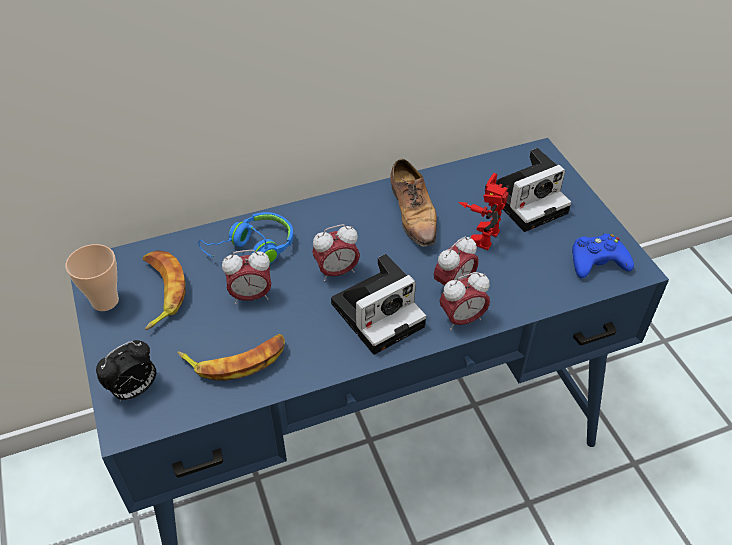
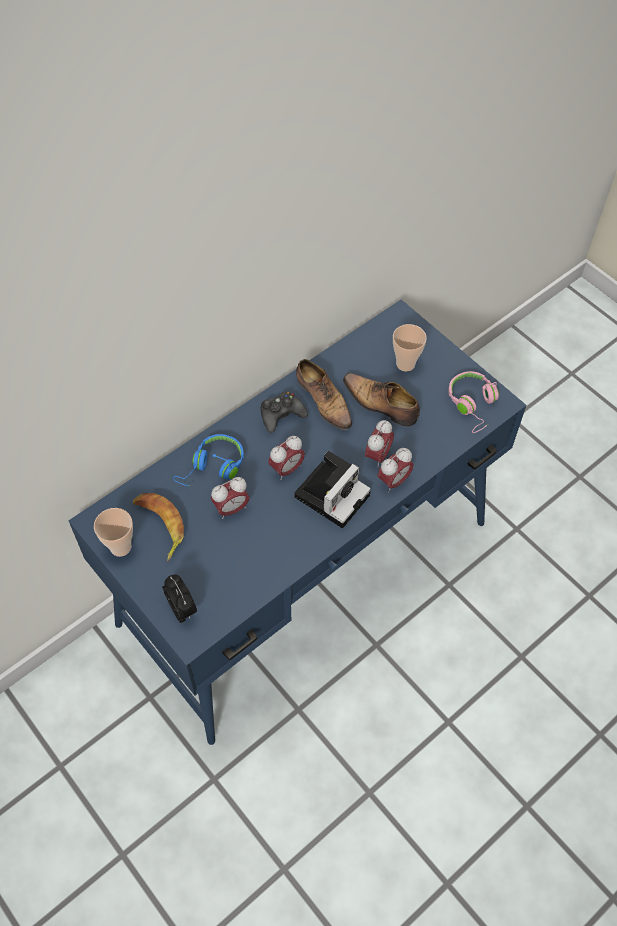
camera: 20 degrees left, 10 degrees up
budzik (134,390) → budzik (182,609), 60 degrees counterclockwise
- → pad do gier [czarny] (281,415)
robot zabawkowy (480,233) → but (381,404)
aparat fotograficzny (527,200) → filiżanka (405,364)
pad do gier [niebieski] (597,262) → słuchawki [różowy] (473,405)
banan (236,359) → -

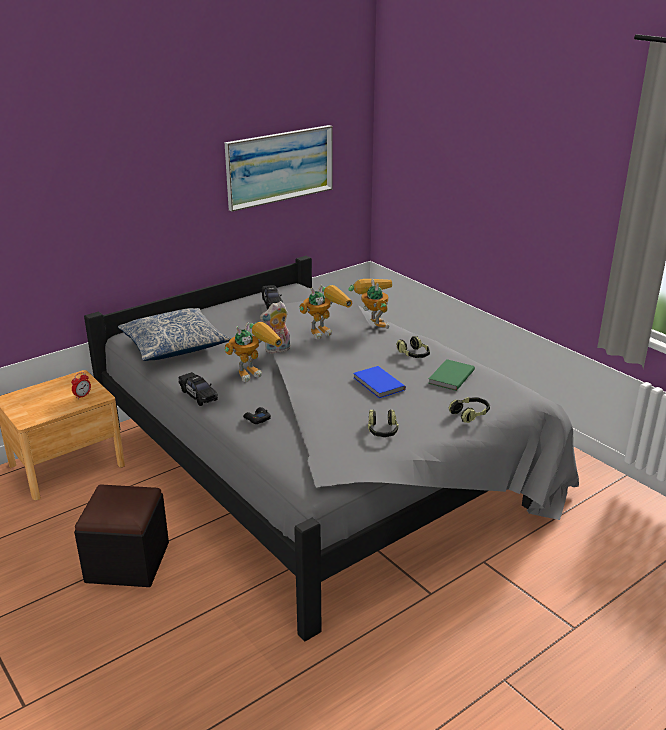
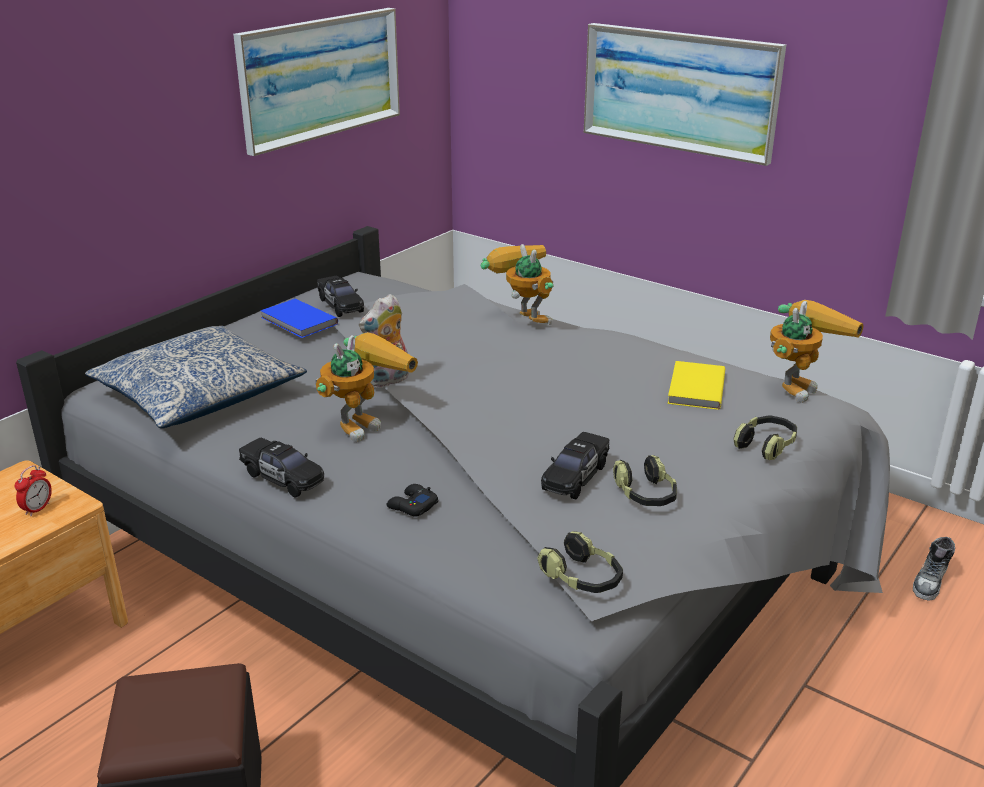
camera: 15 degrees left, 0 degrees up
książka [niebieski] (378,384) → książka [niebieski] (298,321), move
słuchawki (414,355) → słuchawki (582,578), move
- → samochodzik [czarny] (575,477)
- → obraz (679,91)
książka [zielony] (450,377) → książka [żółty] (694,388)
robot zabawkowy (325,331) → robot zabawkowy (798,385), move
- → but (930,581)

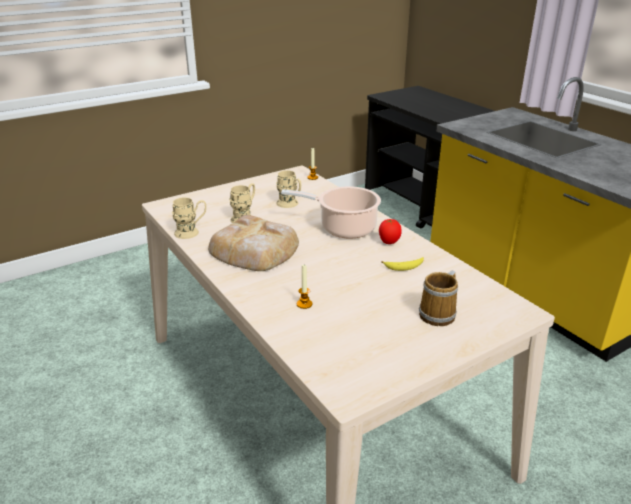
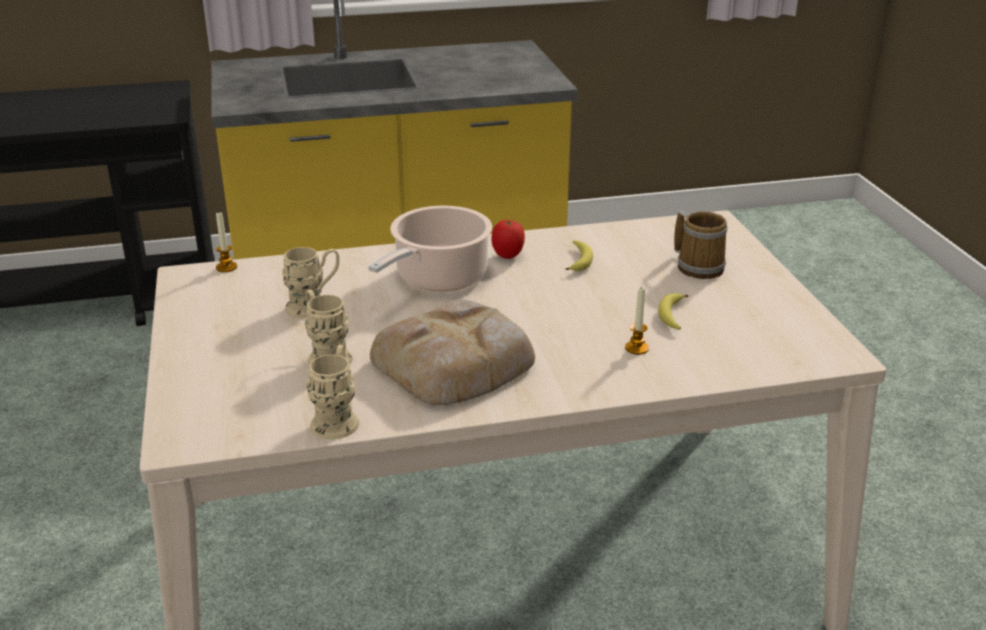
camera: 70 degrees left, 0 degrees up
- → banan (672,316)

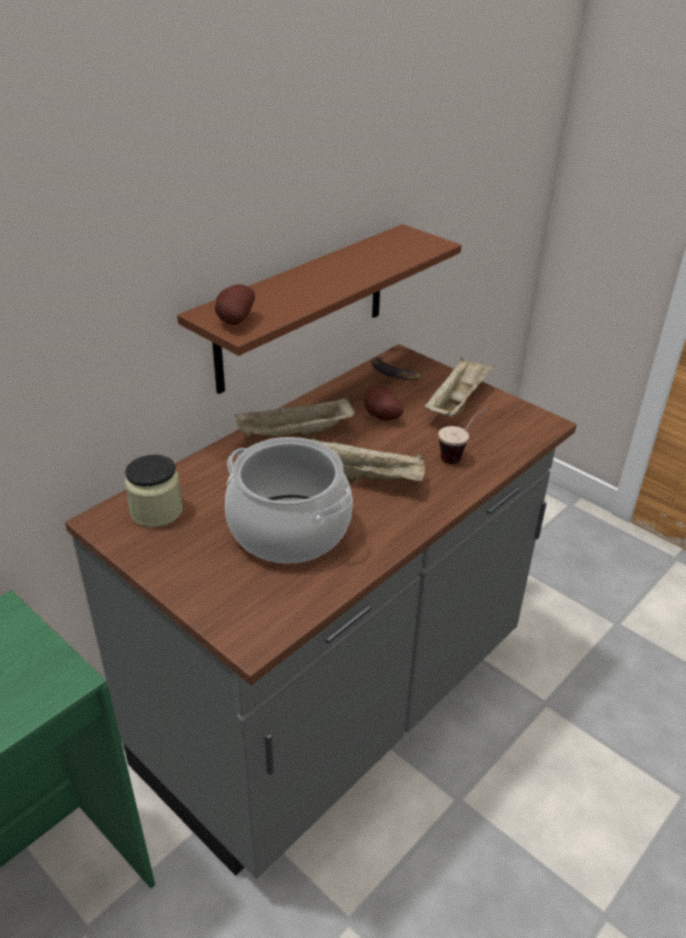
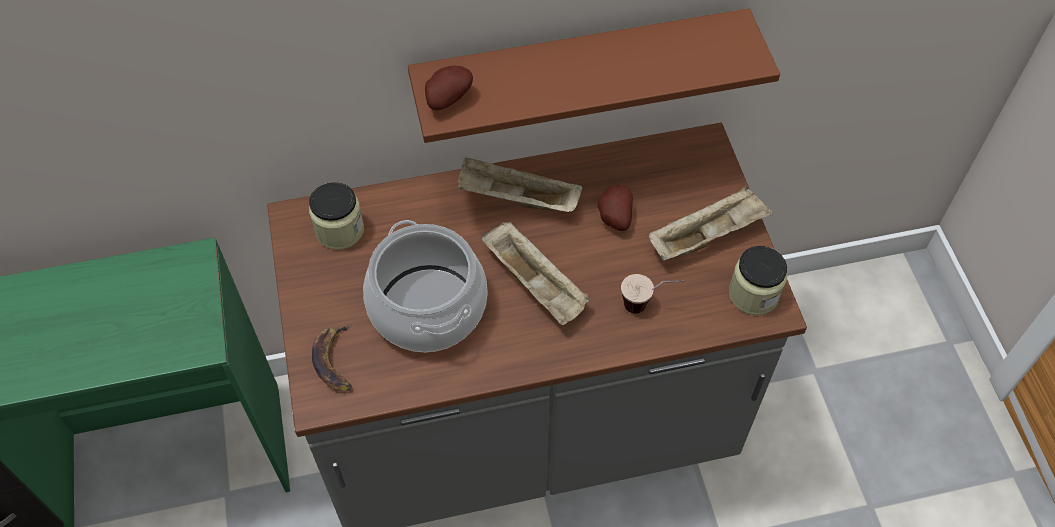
camera: 35 degrees right, 20 degrees up
banan (393,372) → banan (335,361), move
- → słoik (753,294)

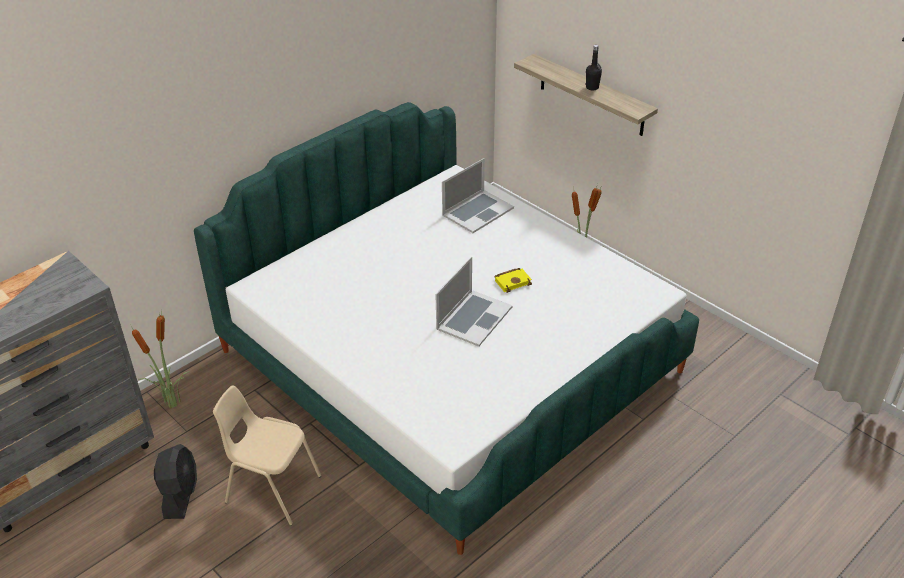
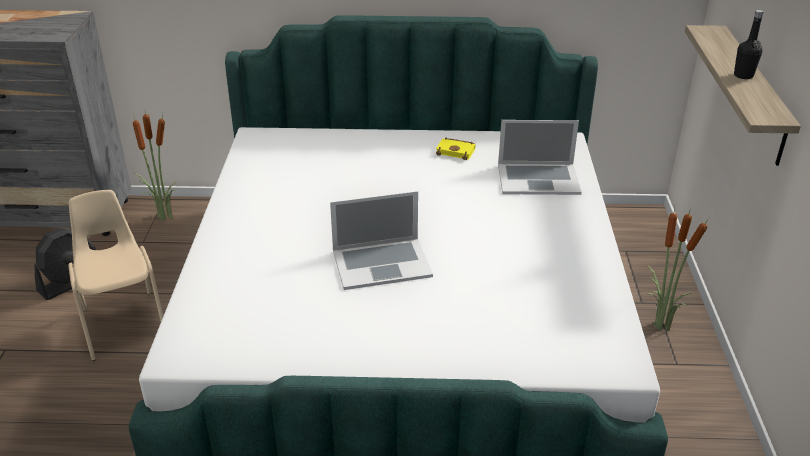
camera: 45 degrees right, 5 degrees down
książka [żółty] (513,281) → książka [żółty] (457,151), move

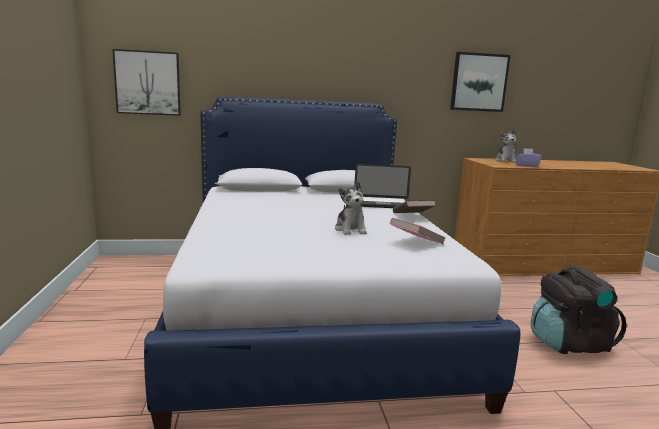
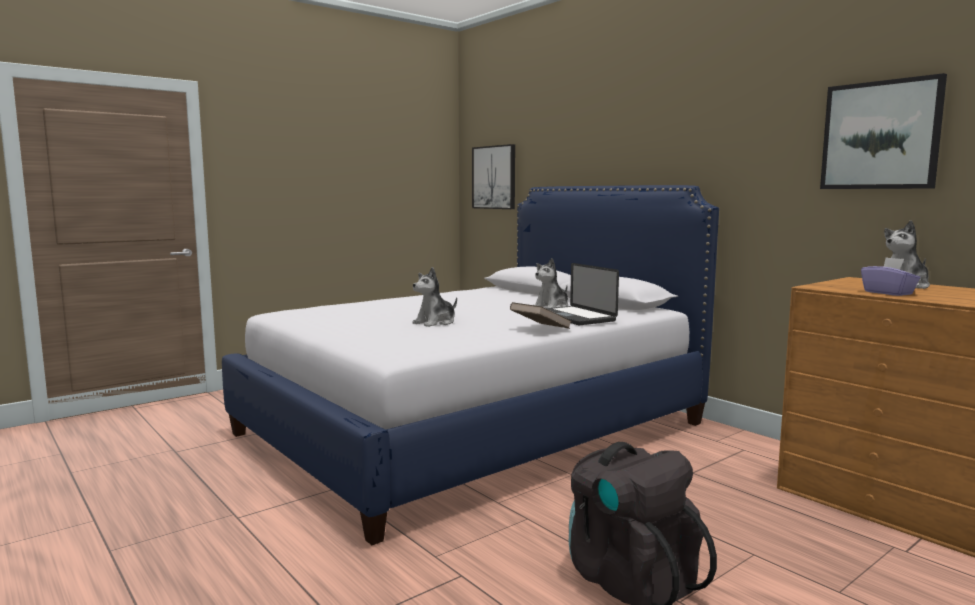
camera: 60 degrees right, 5 degrees down
- → pluszak (552,307)
książka [różowy] (416,243) → -

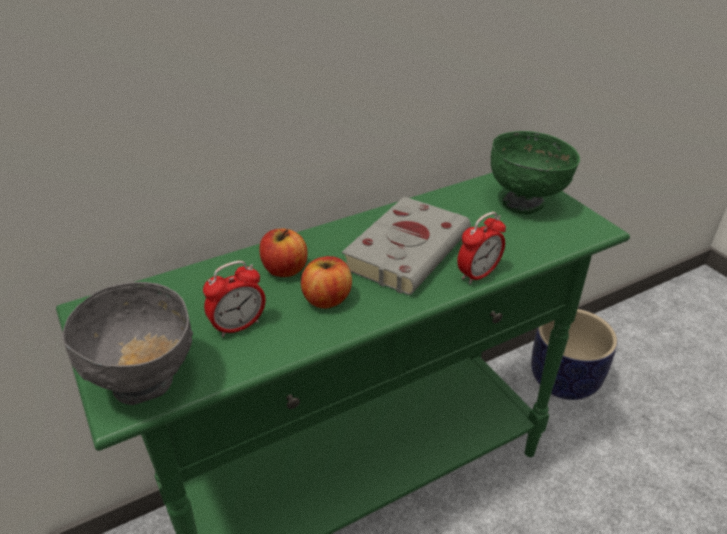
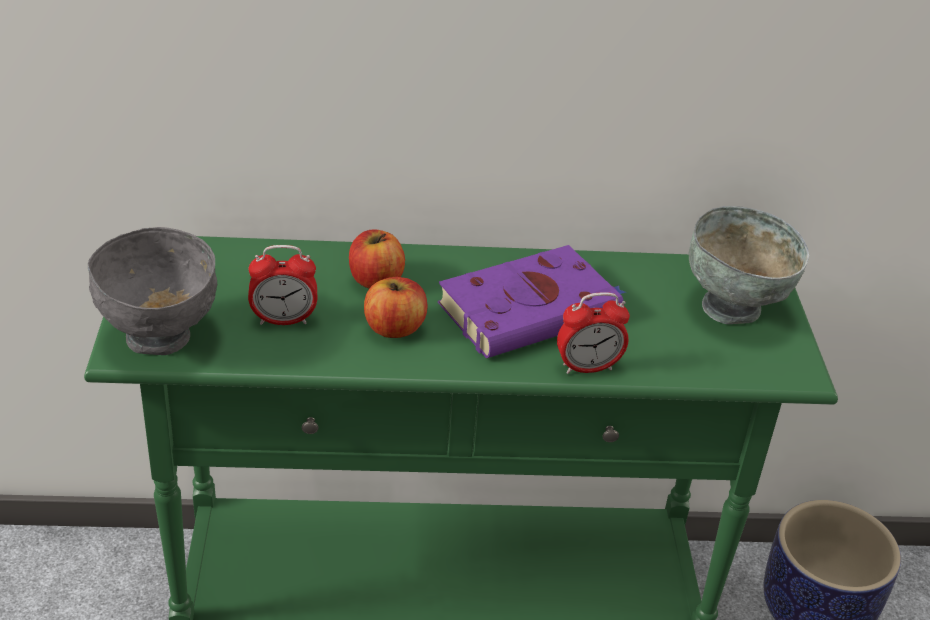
camera: 25 degrees right, 0 degrees up
książka [szary] (408,249) → książka [fioletowy] (533,309)
miska [zielony] (524,203) → miska [szary] (733,308)

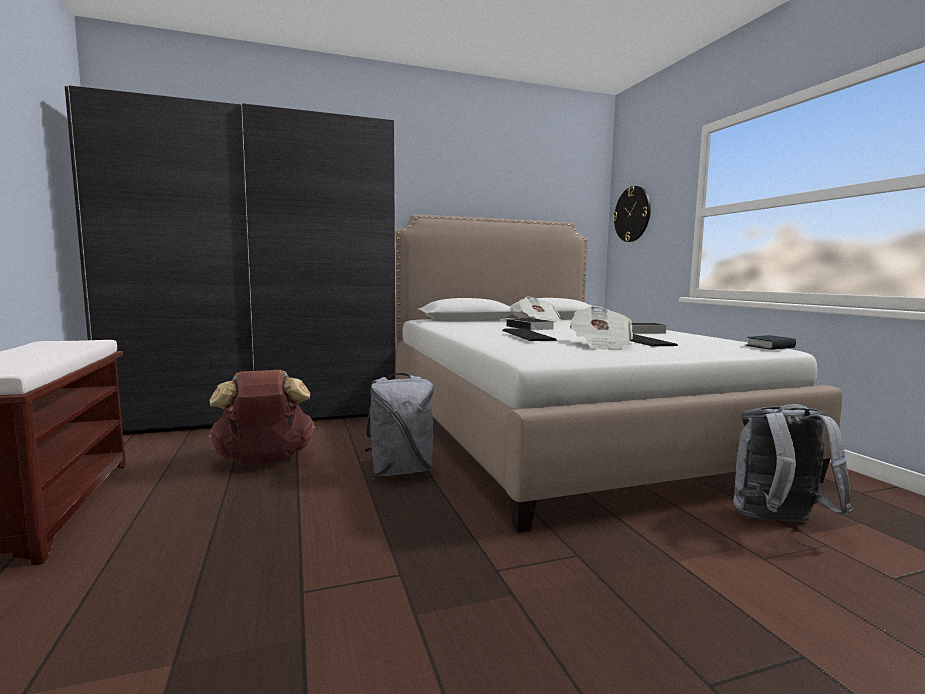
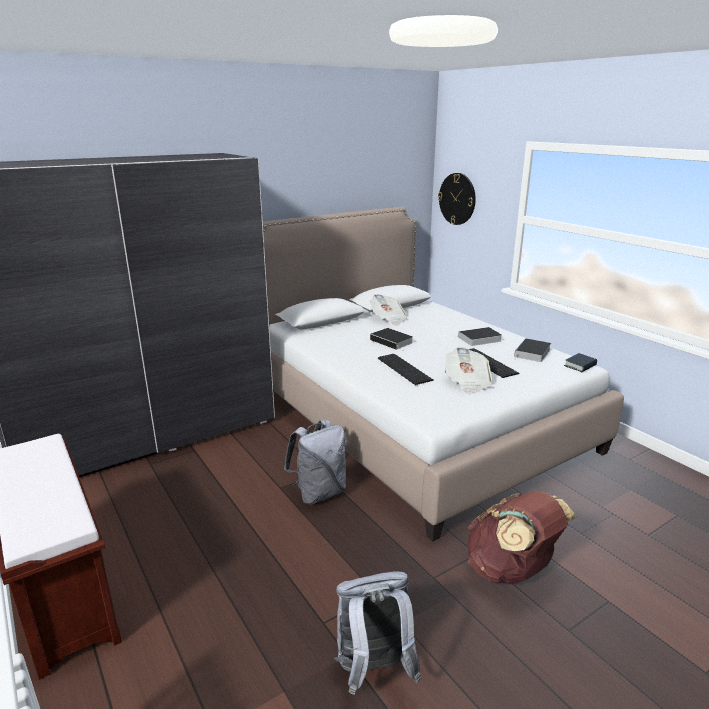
camera: 15 degrees left, 15 degrees up
plecak [szary] (778,523) → plecak [szary] (373,670), move
plecak [brązowy] (264,461) → plecak [brązowy] (511,570), move
- → książka (532,353)

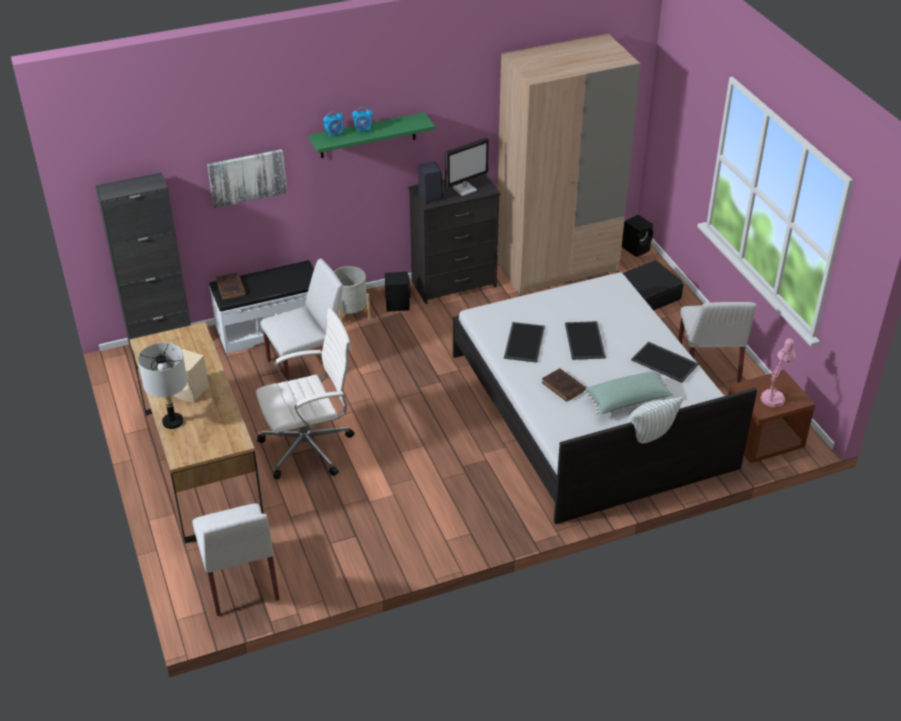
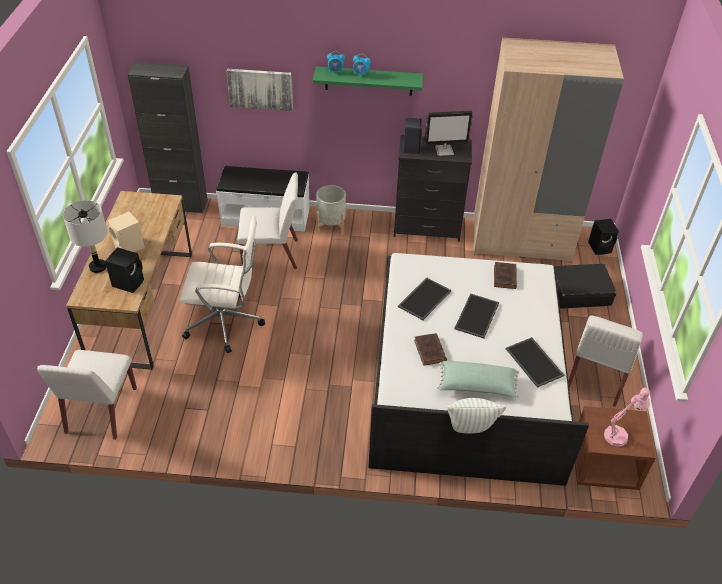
camera: 25 degrees right, 5 degrees up
głośnik [czarny] (397,304) → głośnik [czarny] (129,282), move
książka [brązowy] (231,289) → książka [brązowy] (504,278), move

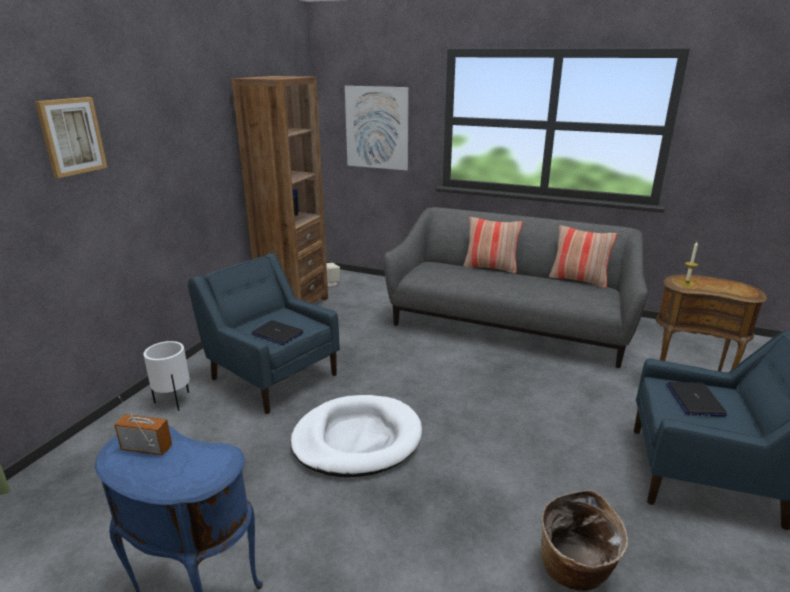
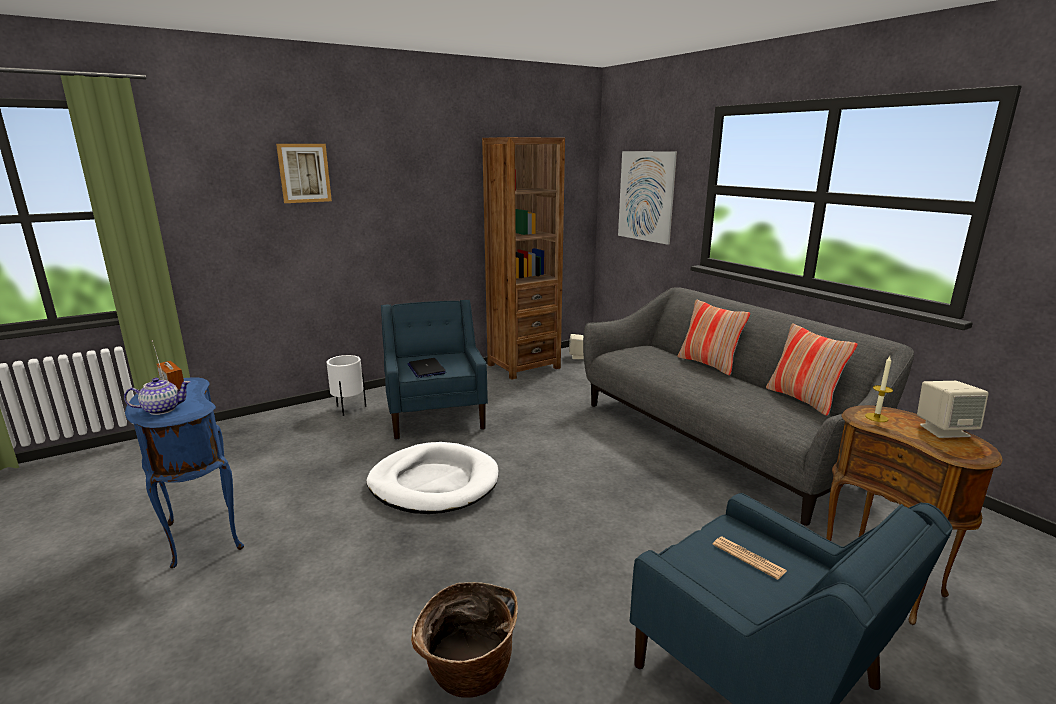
camera: 35 degrees right, 5 degrees down
- → imbryk (161,409)
laptop (694,400) → gazeta (748,558)
- → głośnik [beżowy] (944,430)

